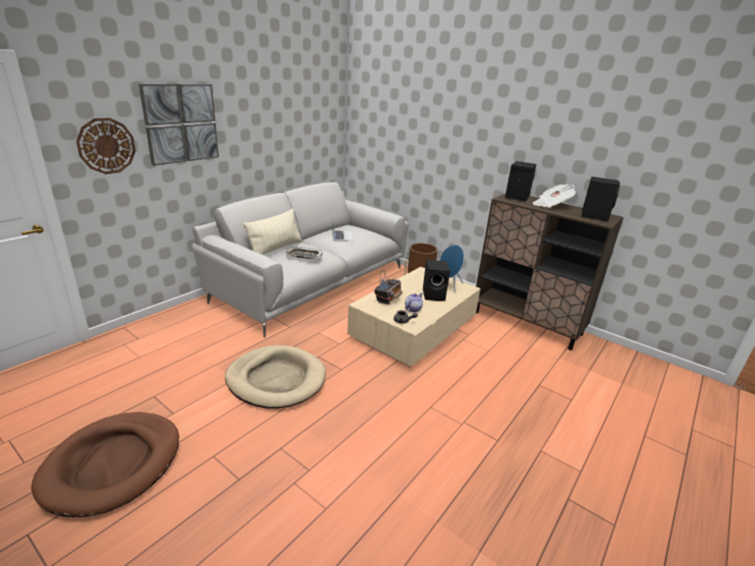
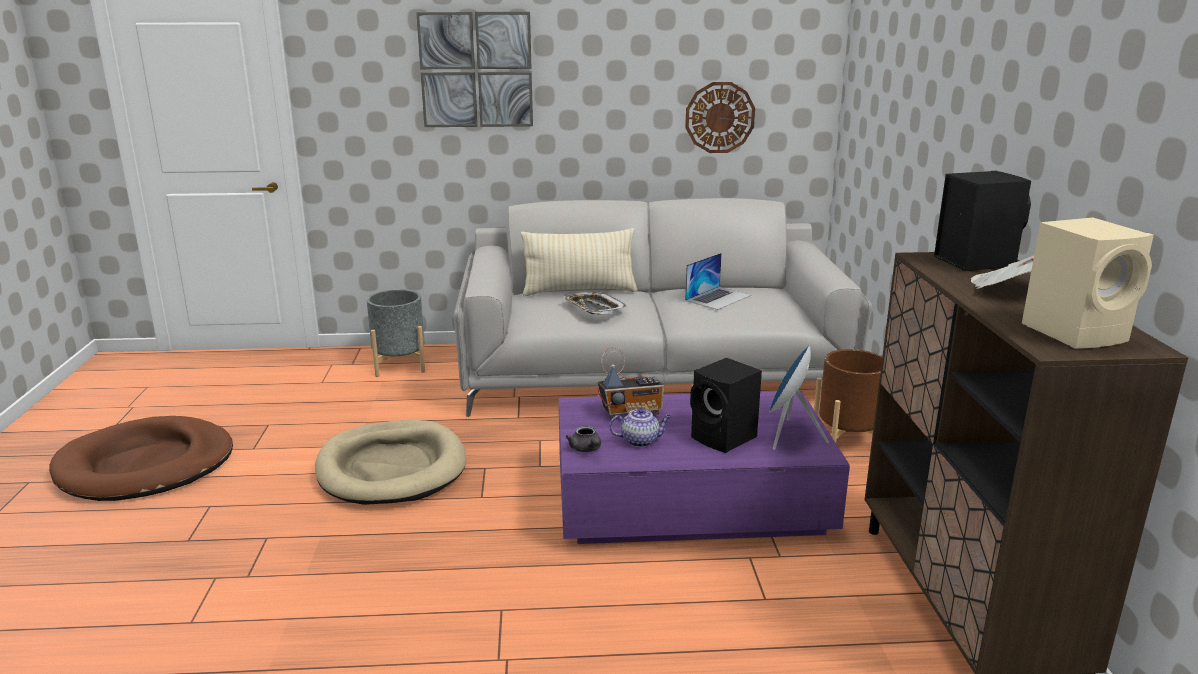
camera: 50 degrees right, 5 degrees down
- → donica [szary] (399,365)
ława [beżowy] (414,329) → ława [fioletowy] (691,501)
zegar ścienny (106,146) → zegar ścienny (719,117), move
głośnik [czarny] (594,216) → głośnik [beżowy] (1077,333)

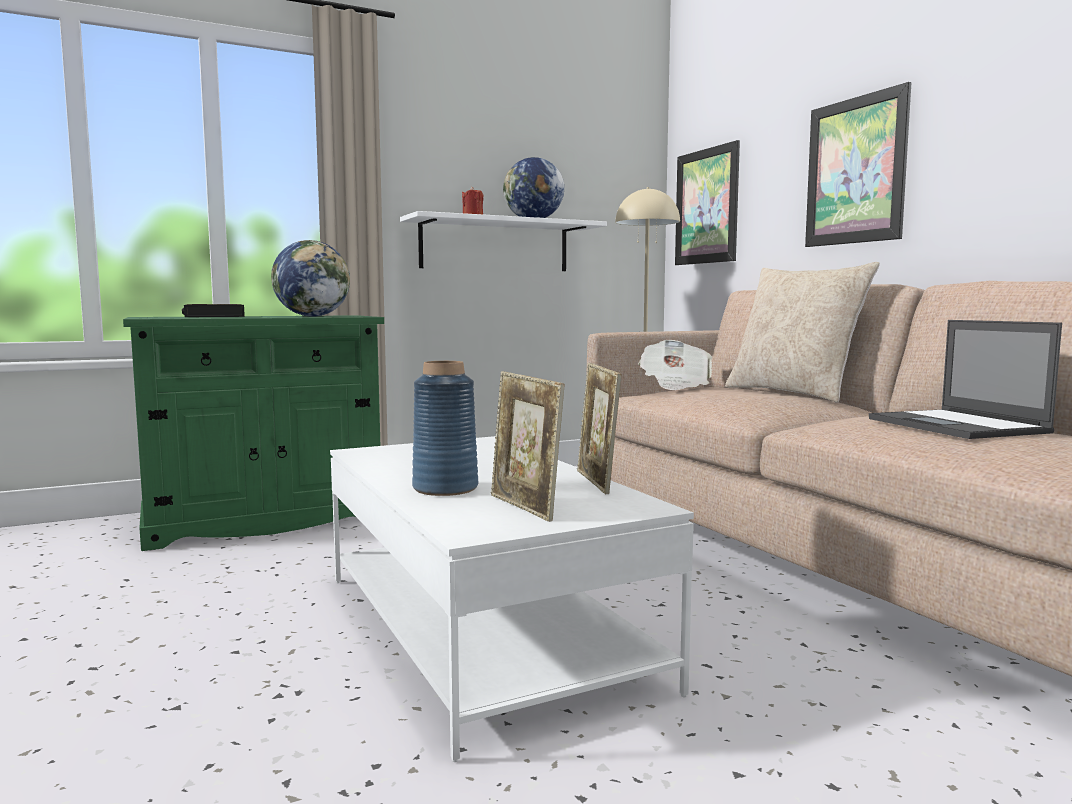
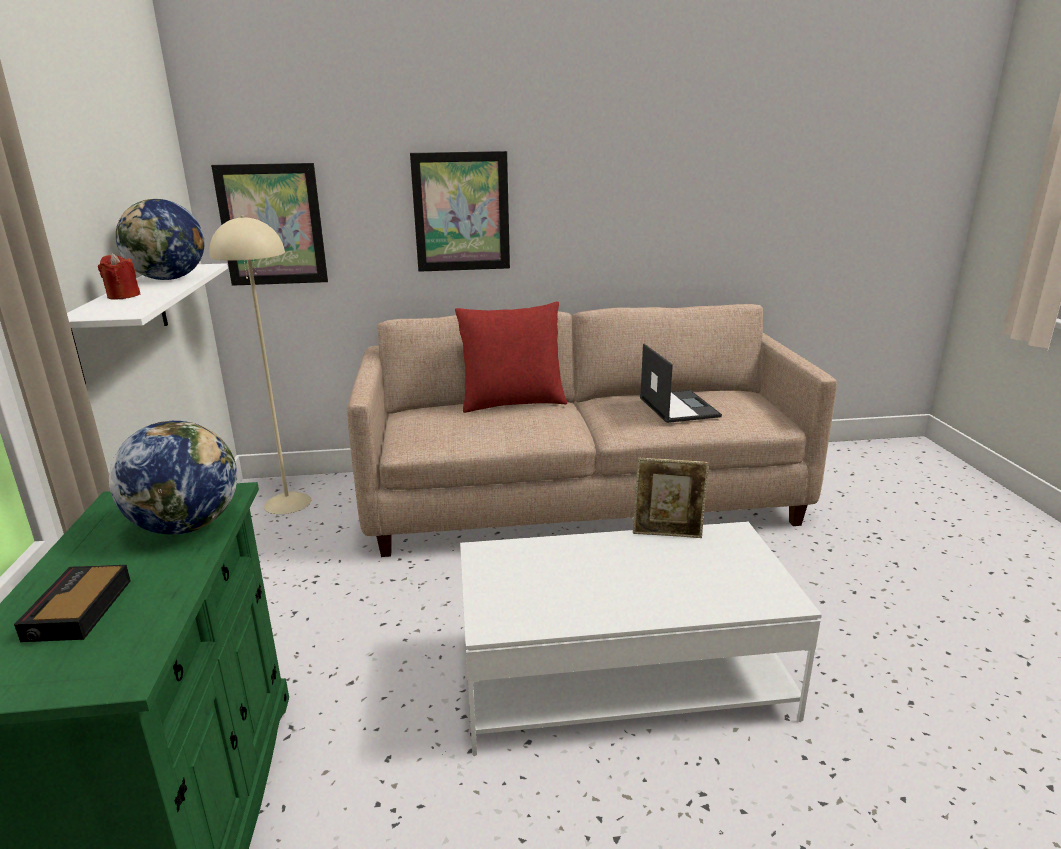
camera: 70 degrees left, 15 degrees up
poduszka [beżowy] (793,393) → poduszka [czerwony] (512,402)
laptop (958,426) → laptop (678,406), 105 degrees counterclockwise
wazon [niebieski] (444,488) → -
ramka na zdjęcie (525,507) → -
gazeta (675,386) → -

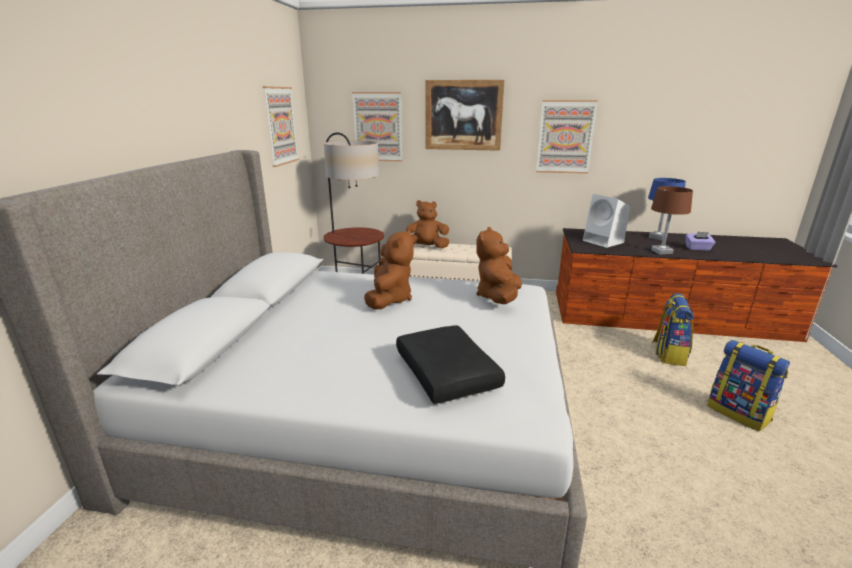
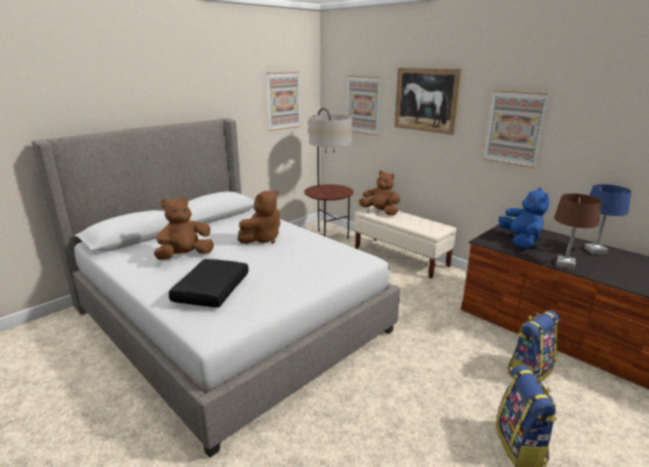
camera: 35 degrees right, 0 degrees up
pluszak [brązowy] (498,297) → pluszak [brązowy] (185,256), move
głośnik [biały] (604,242) → pluszak [niebieski] (520,241)
pudełko chusteczek [fioletowy] (698,248) → -

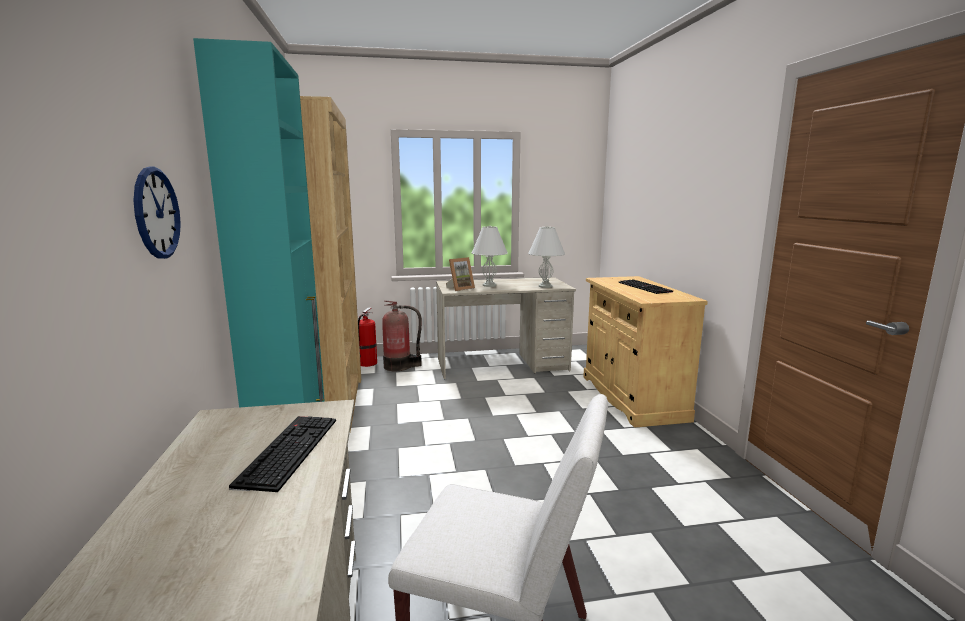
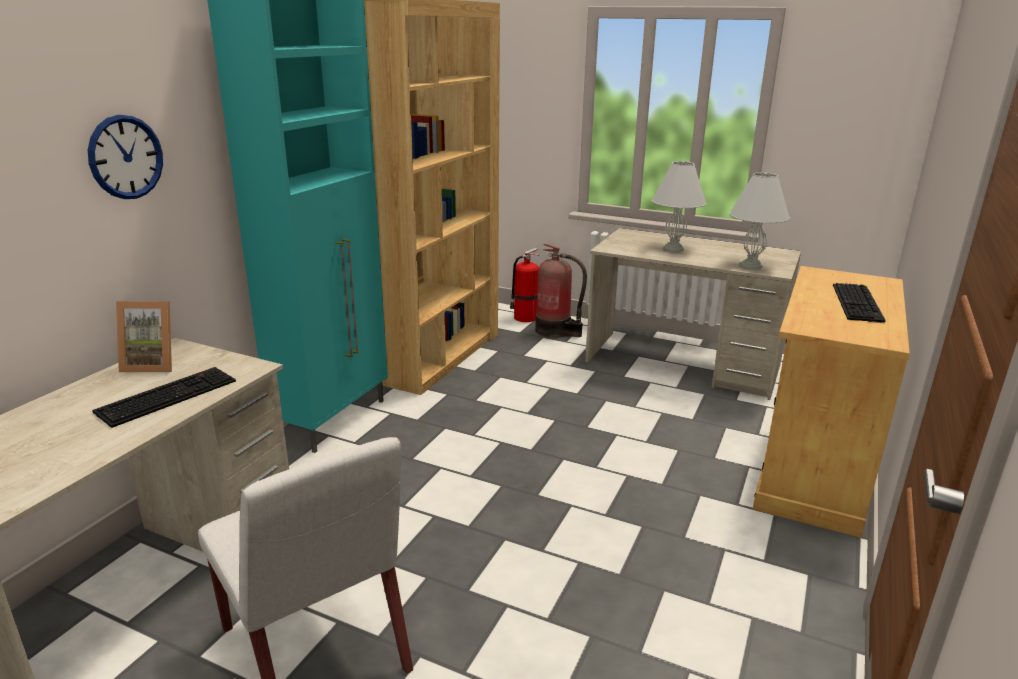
camera: 35 degrees right, 10 degrees up
ramka na zdjęcie (460,288) → ramka na zdjęcie (153,364), move

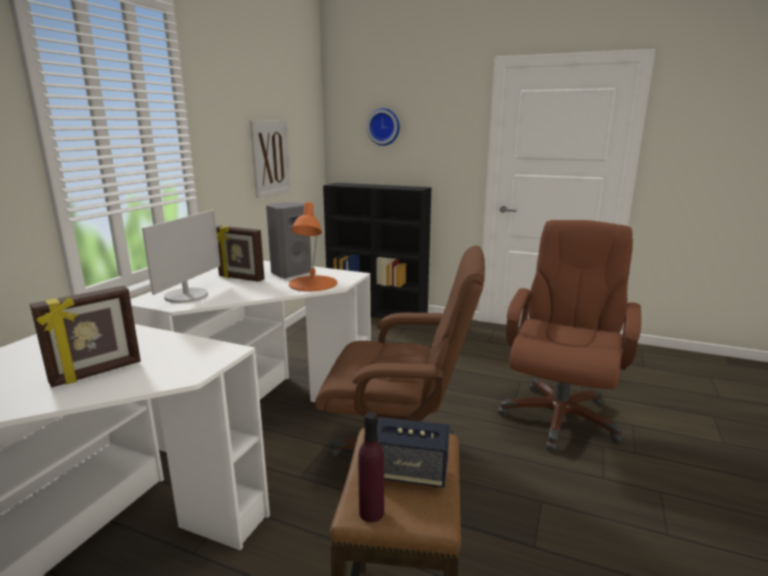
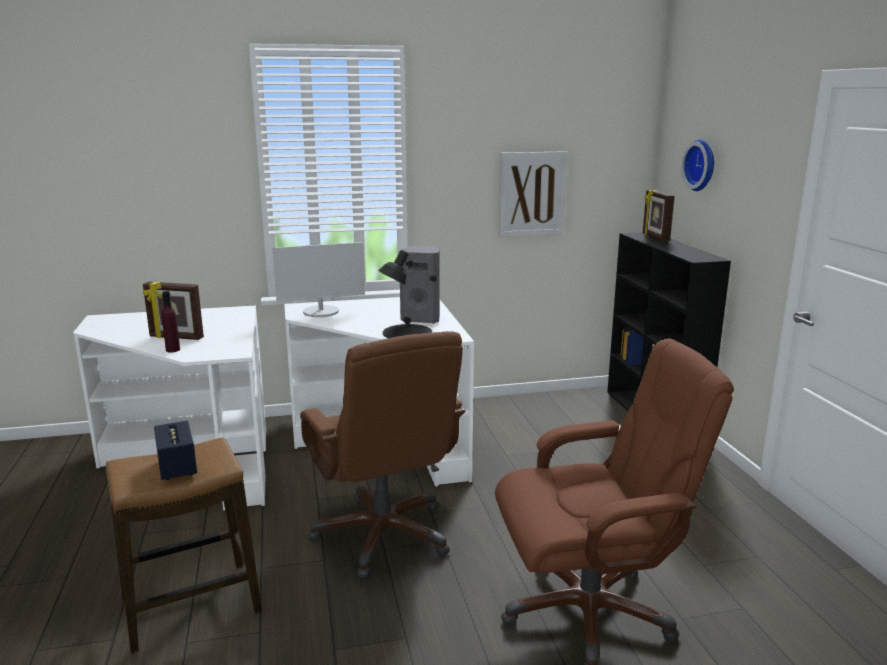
camera: 55 degrees right, 0 degrees up
butelka [fioletowy] (371,512) → butelka [fioletowy] (173,350), move
lampa stołowa [pomarańczowy] (312,284) → lampa stołowa [czarny] (406,332)
ramka na zdjęcie (241,278) → ramka na zdjęcie (655,237), move

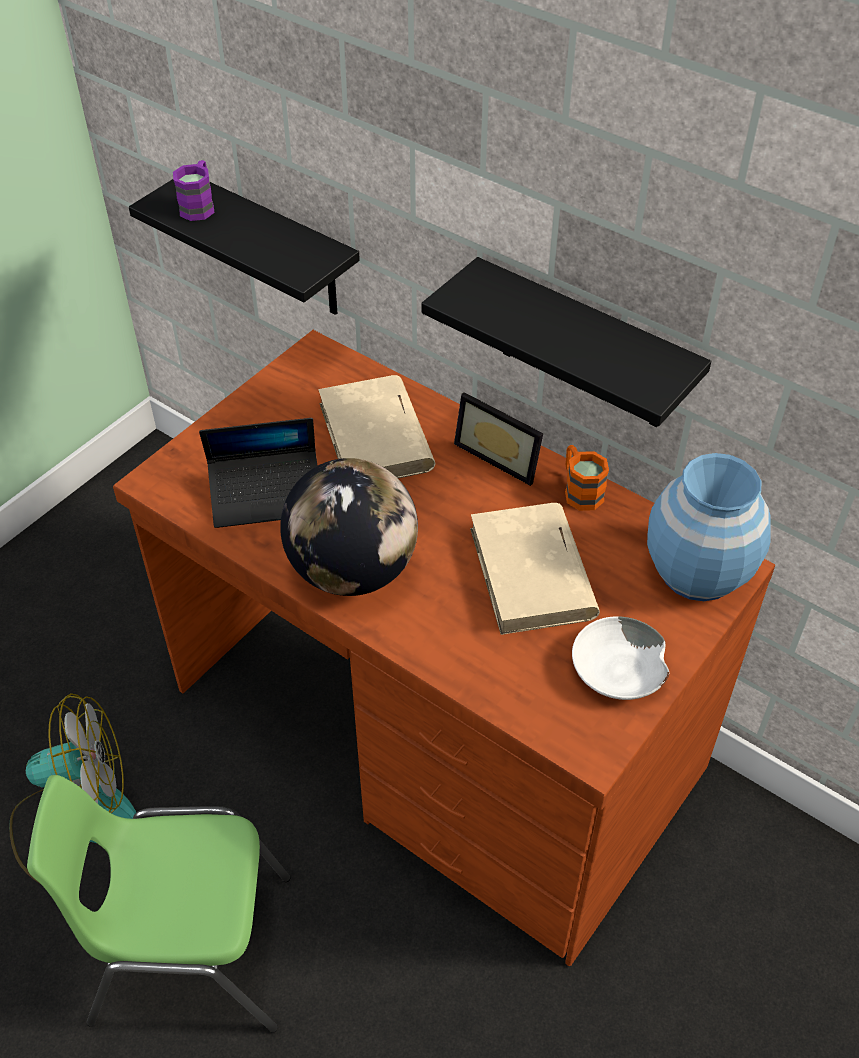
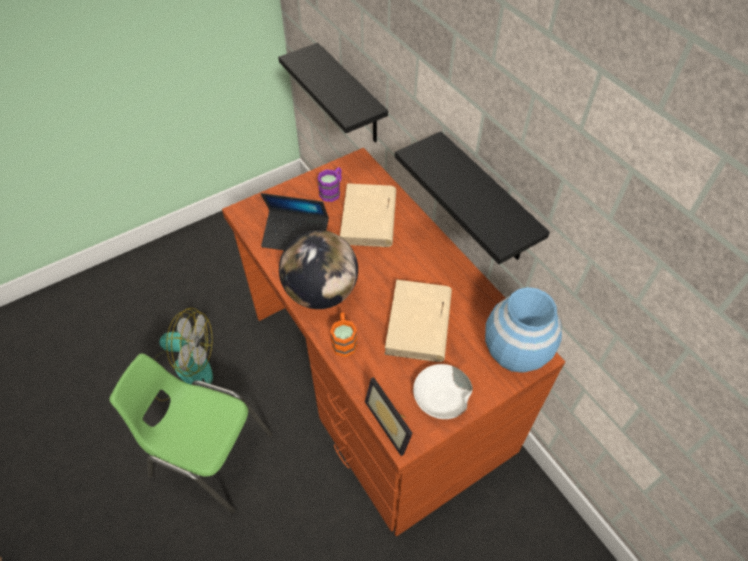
camera: 20 degrees right, 5 degrees up
kubek [fioletowy] (199,205) → kubek [fioletowy] (332,191), move
kubek [pomarańczowy] (579,490) → kubek [pomarańczowy] (344,340), move
ramka na zdjęcie (501,455) → ramka na zdjęcie (393,422), move

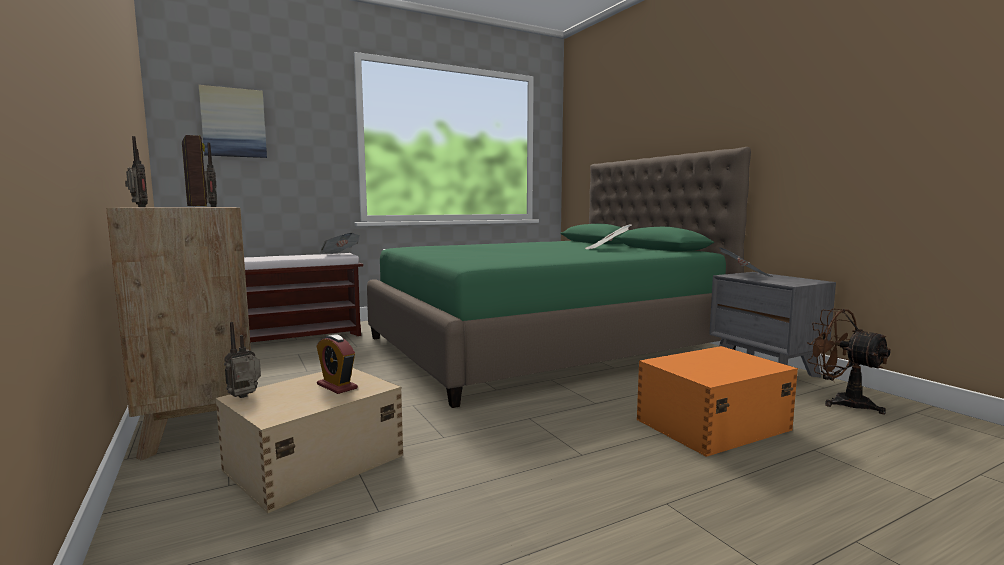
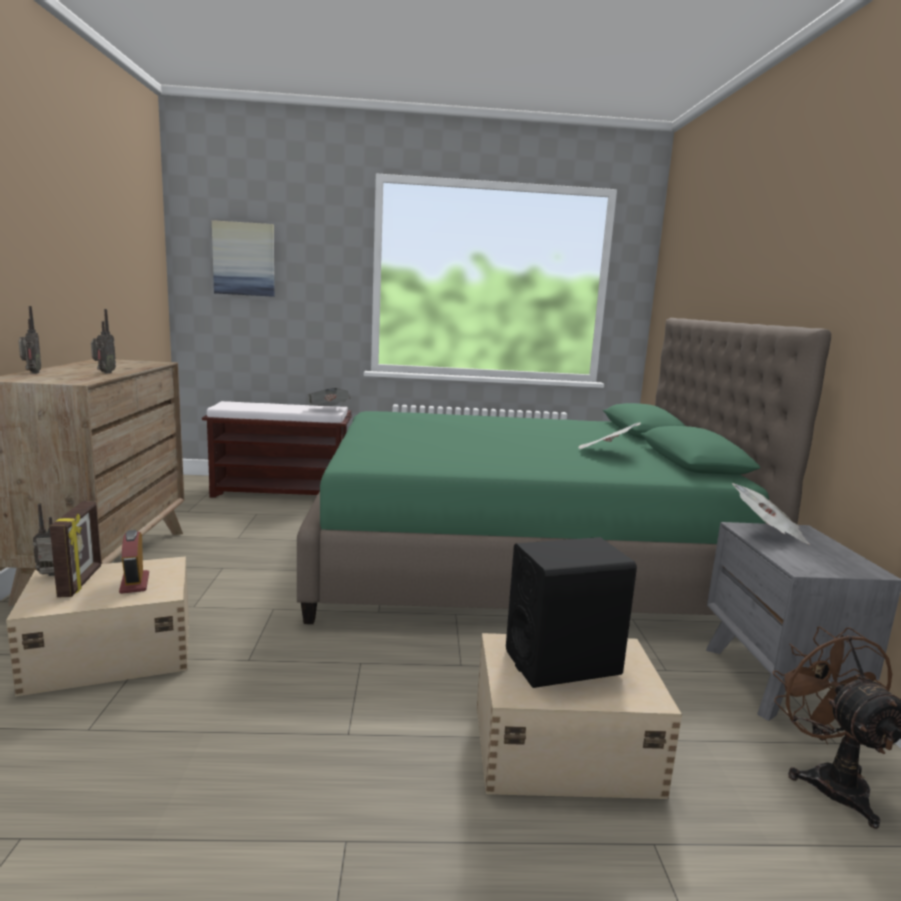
camera: 25 degrees right, 5 degrees up
ramka na zdjęcie (197,207) → ramka na zdjęcie (81,581), move
pojemnik do przechowywania [pomarańczowy] (711,424) → pojemnik do przechowywania [beżowy] (561,747)
- → głośnik [czarny] (562,663)

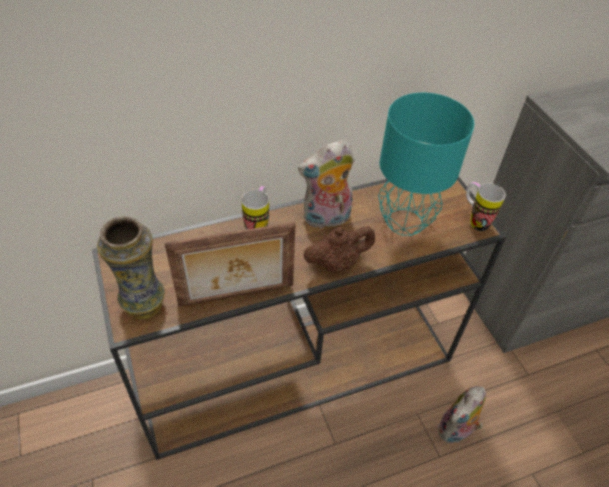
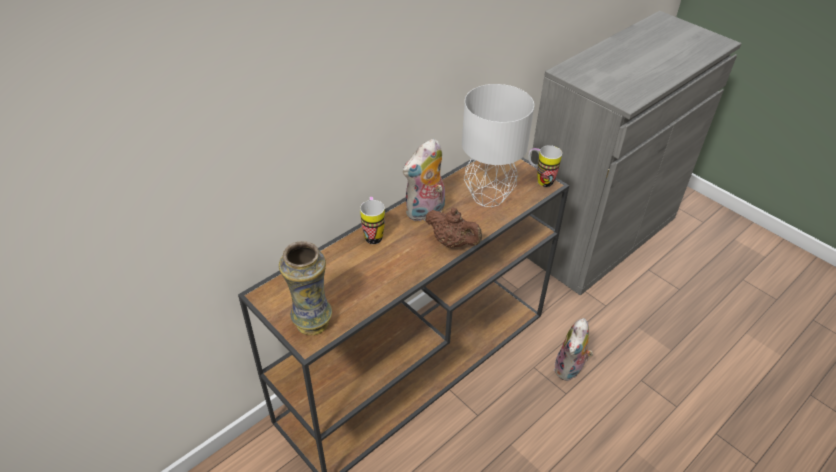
camera: 20 degrees left, 5 degrees down
imbryk [brązowy] (337,263) → imbryk [brązowy] (452,242), 75 degrees clockwise
lampa stołowa [turkusowy] (404,223) → lampa stołowa [szary] (488,197)
ramka na zdjęcie (237,296) → -

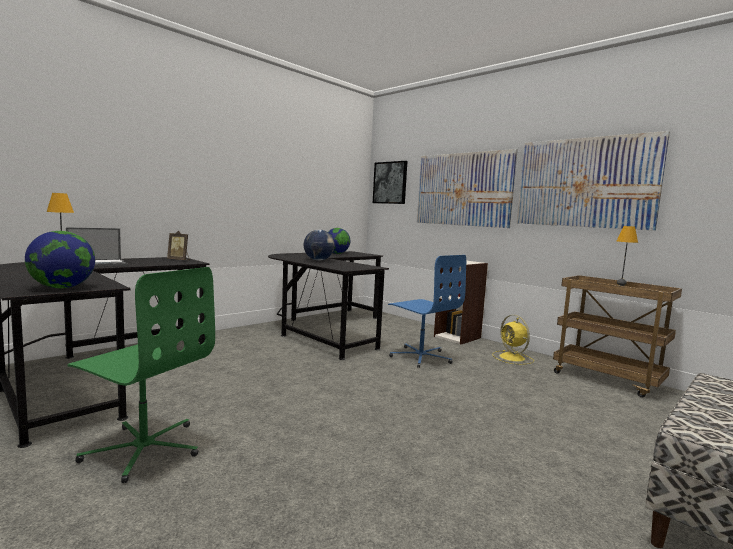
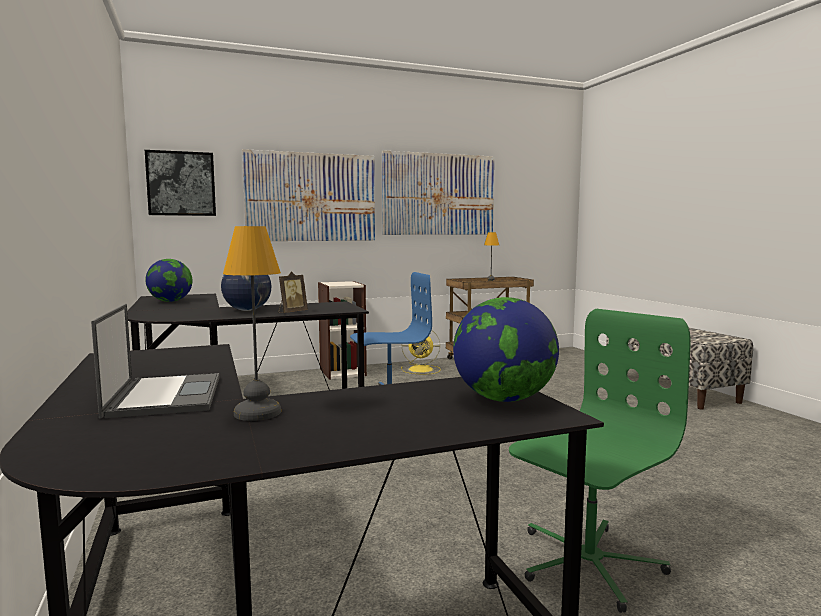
camera: 65 degrees left, 0 degrees up
ramka na zdjęcie (179,260) → ramka na zdjęcie (292,312), move

